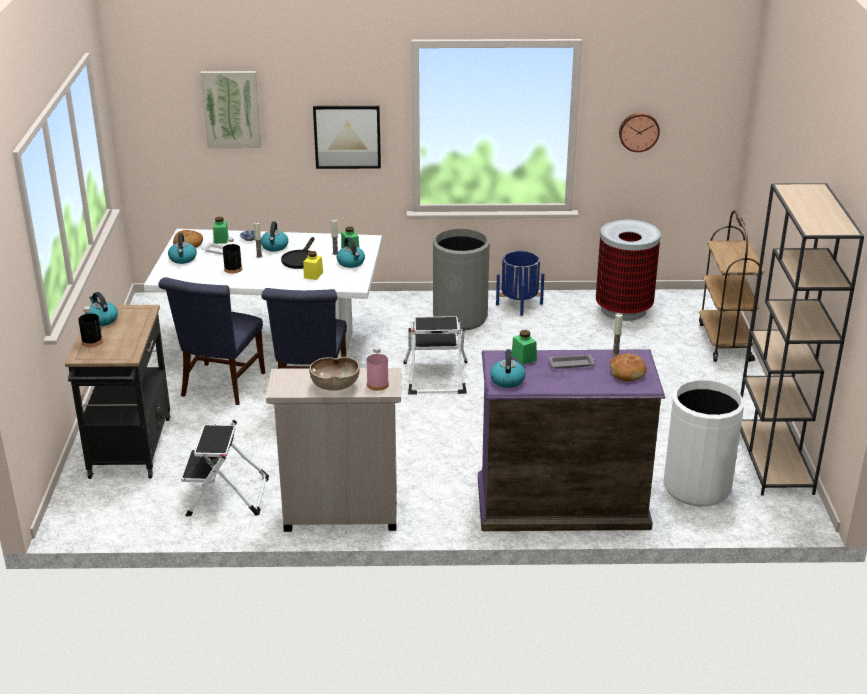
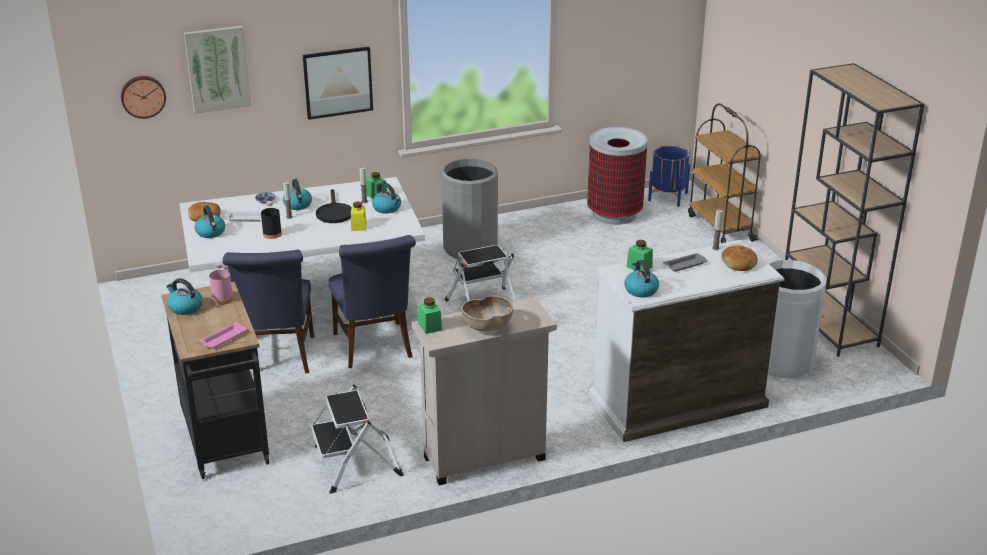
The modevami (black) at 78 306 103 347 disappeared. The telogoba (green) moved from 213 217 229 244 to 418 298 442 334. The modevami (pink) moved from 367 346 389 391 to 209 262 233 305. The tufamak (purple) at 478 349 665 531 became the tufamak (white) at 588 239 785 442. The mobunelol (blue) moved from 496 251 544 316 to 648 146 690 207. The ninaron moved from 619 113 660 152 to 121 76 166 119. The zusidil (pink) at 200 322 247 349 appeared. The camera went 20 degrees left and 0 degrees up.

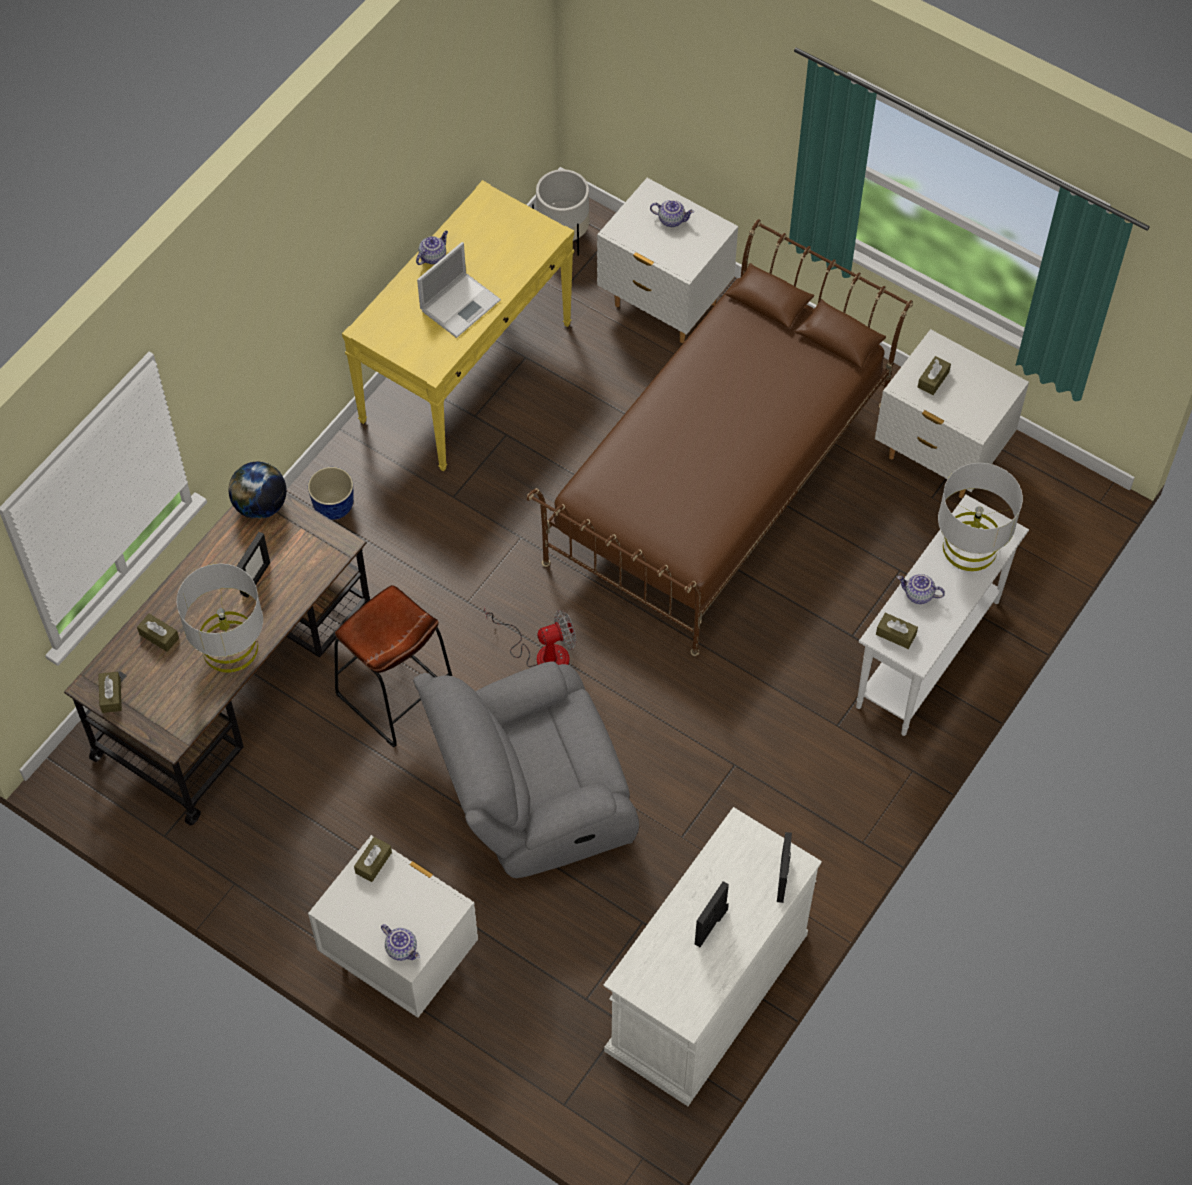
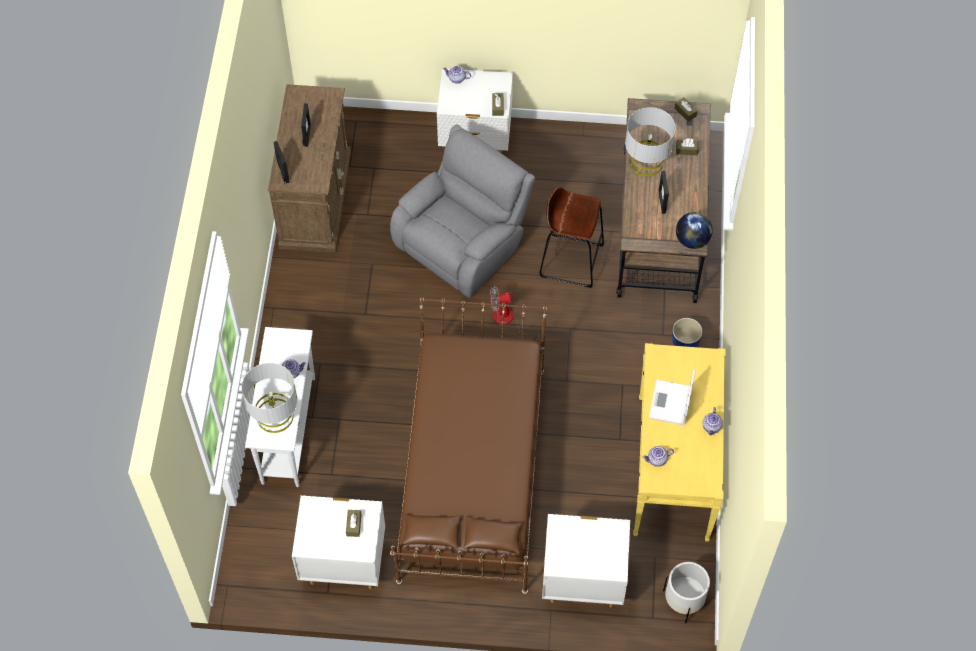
The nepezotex at 484 607 576 667 turned 45 degrees clockwise. The tufamak (white) at 603 807 822 1106 became the tufamak (brown) at 268 84 351 253. The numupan moved from 650 200 694 227 to 642 446 674 467. The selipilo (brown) at 876 613 918 649 disappeared. The camera went 150 degrees right and 0 degrees up.

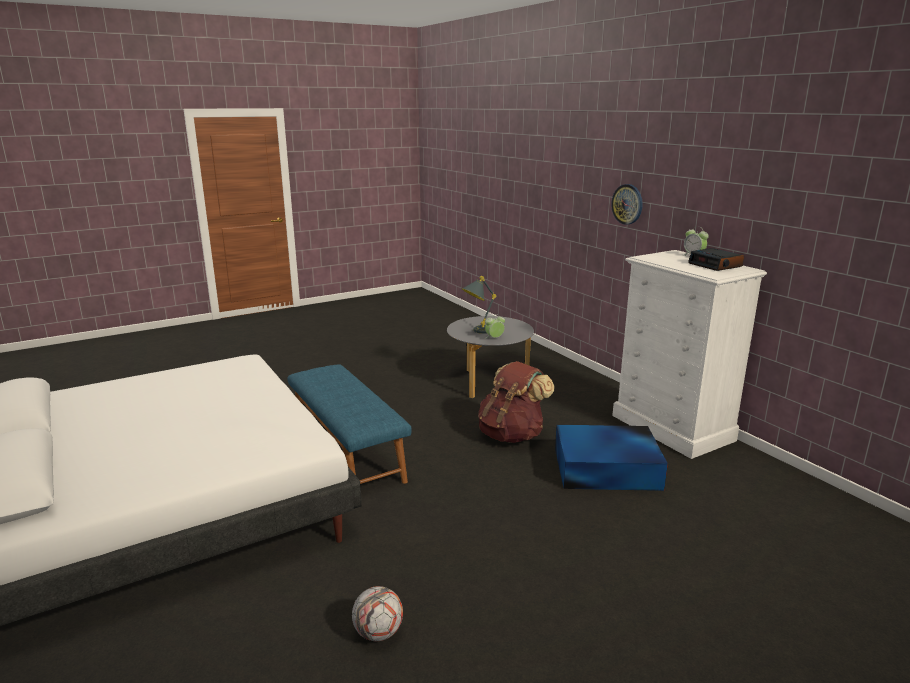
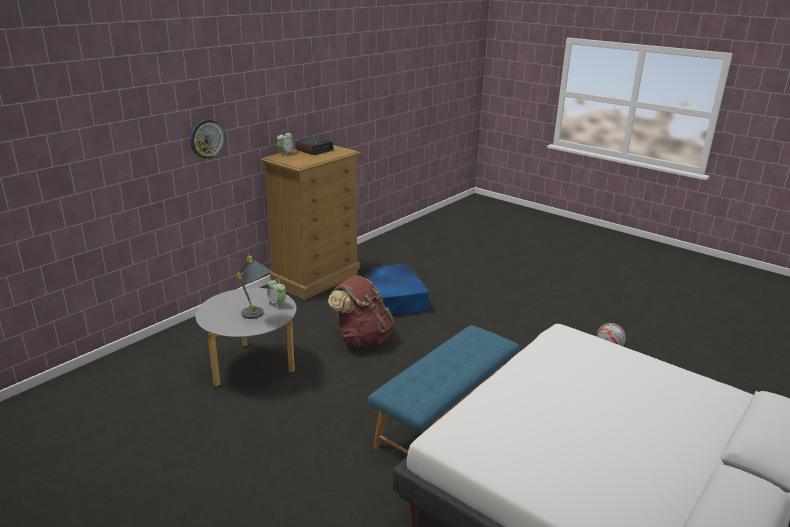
The tufamak (white) at 612 250 767 459 became the tufamak (brown) at 261 145 361 300. The camera went 110 degrees left and 5 degrees up.

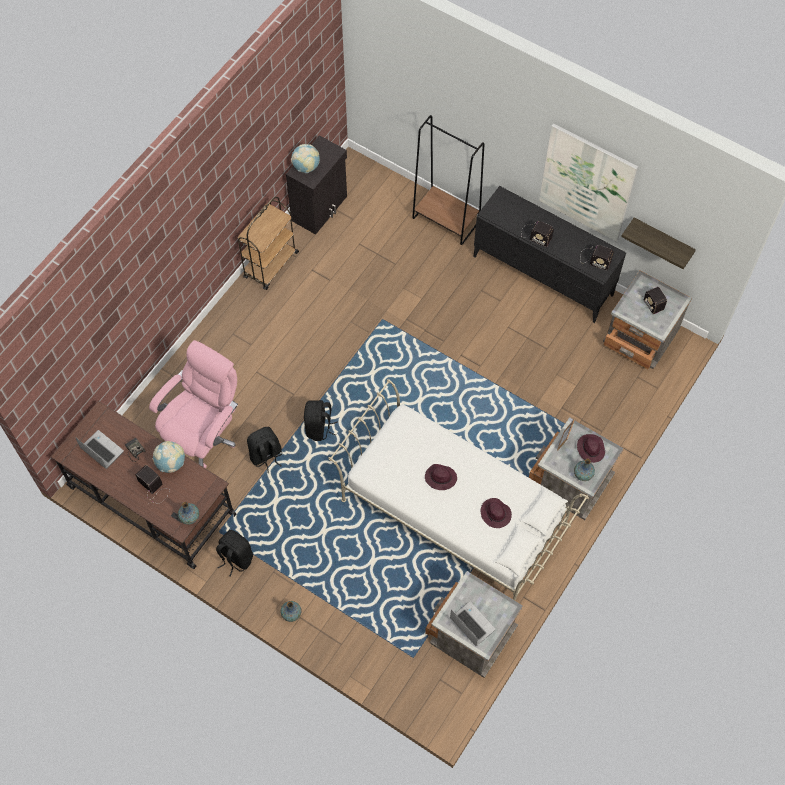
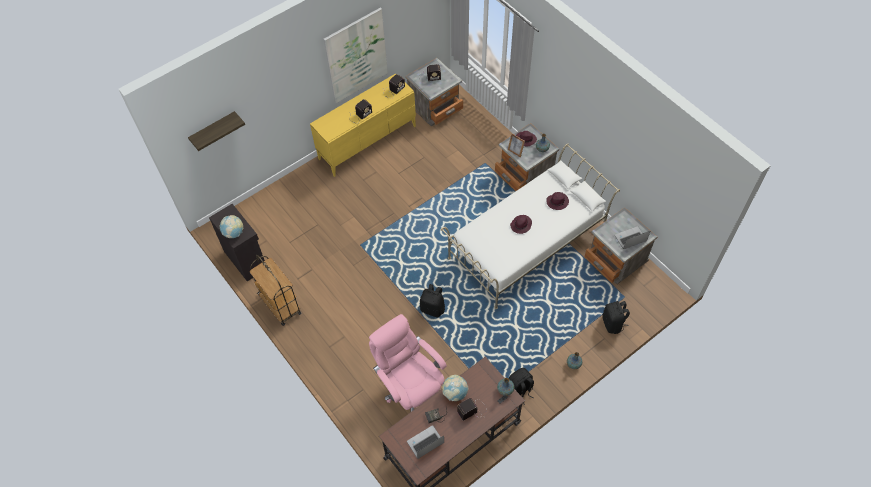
The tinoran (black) moved from 247 427 282 473 to 602 301 630 334. The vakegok at 412 115 484 245 disappeared. The tufamak (black) at 474 186 626 323 became the tufamak (yellow) at 310 73 416 177. The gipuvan moved from 621 218 696 269 to 188 111 245 151. The camera went 70 degrees left and 5 degrees down.

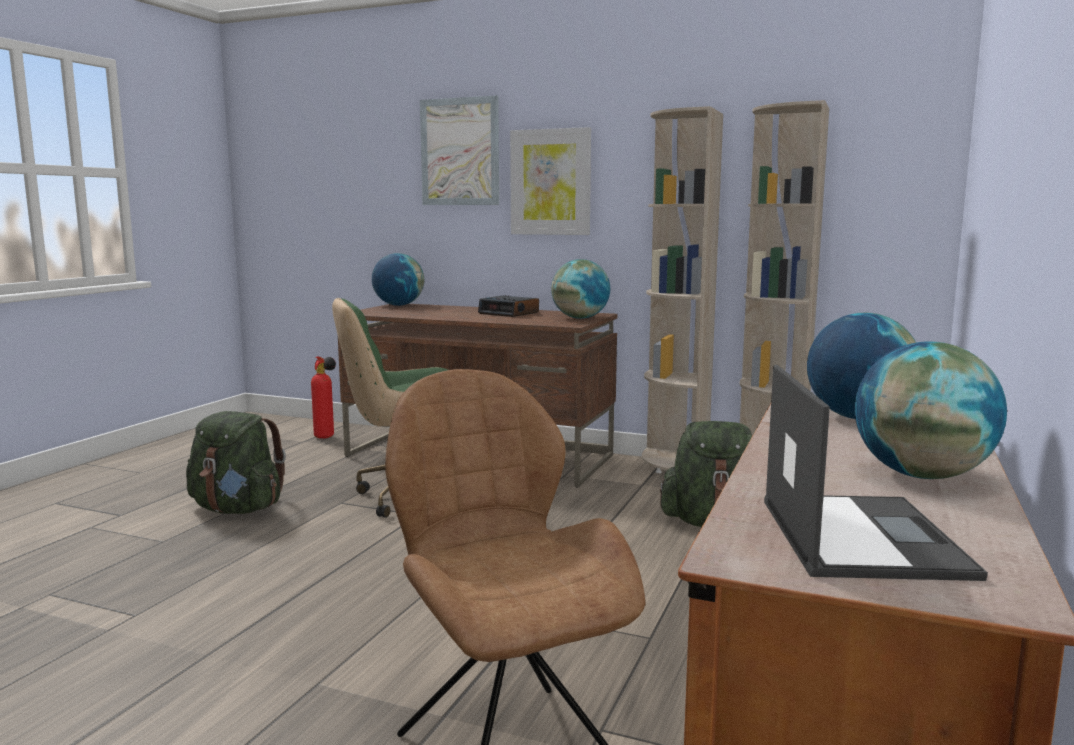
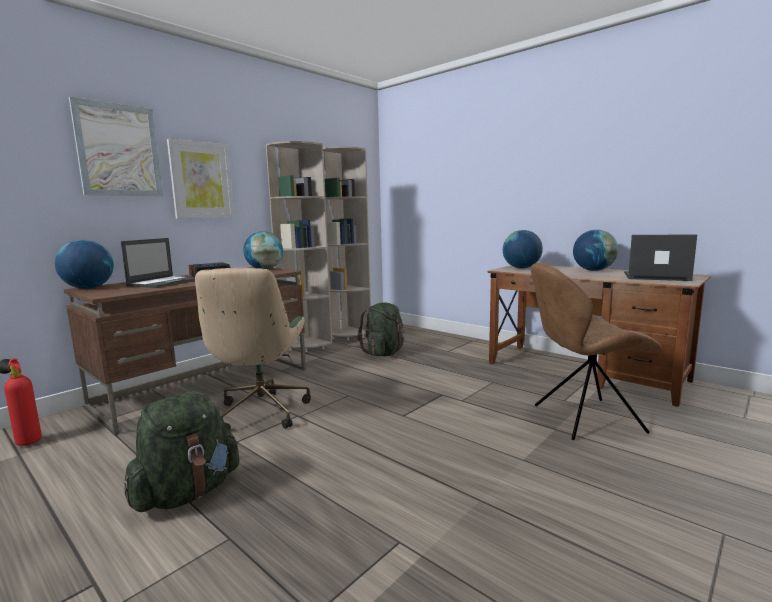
The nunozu at 121 238 195 288 appeared. The camera went 70 degrees left and 0 degrees up.

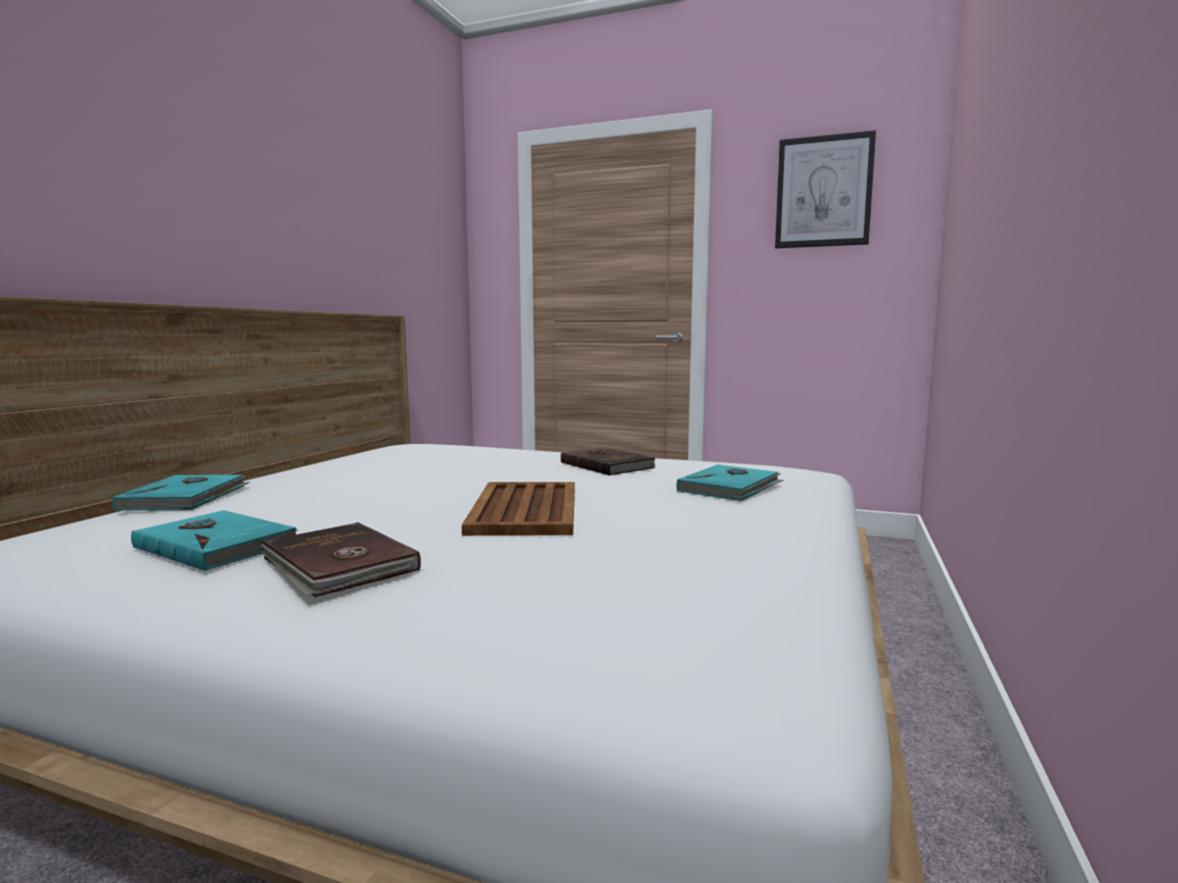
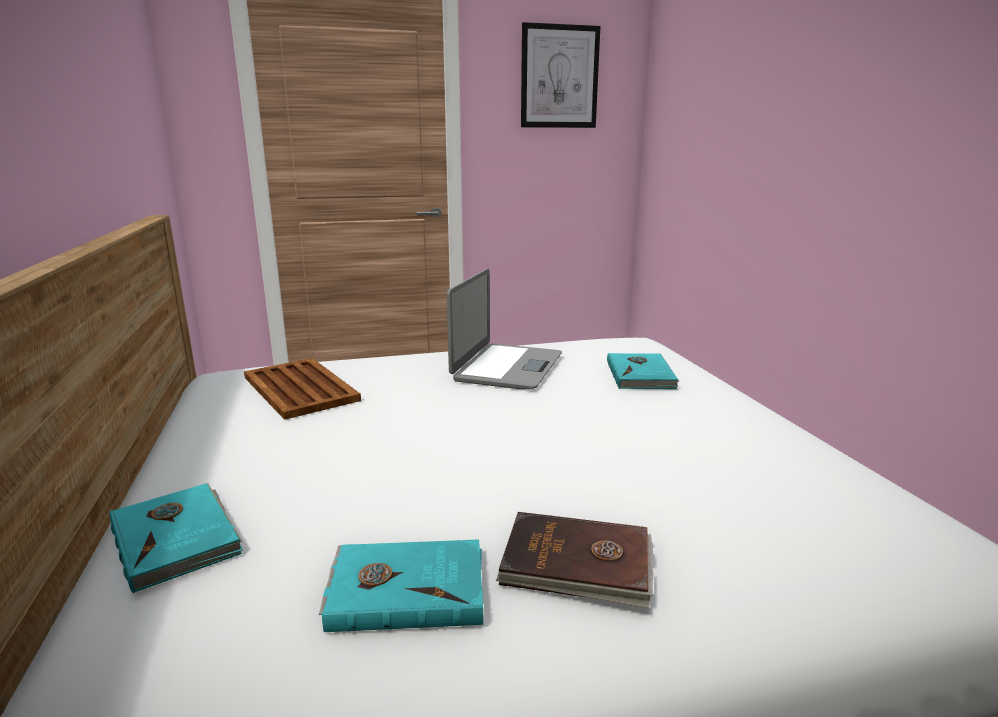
The zusidil (brown) moved from 462 482 575 536 to 244 358 361 420. The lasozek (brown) at 561 447 656 476 was replaced by the nunozu at 447 269 562 389. The camera went 35 degrees left and 10 degrees up.

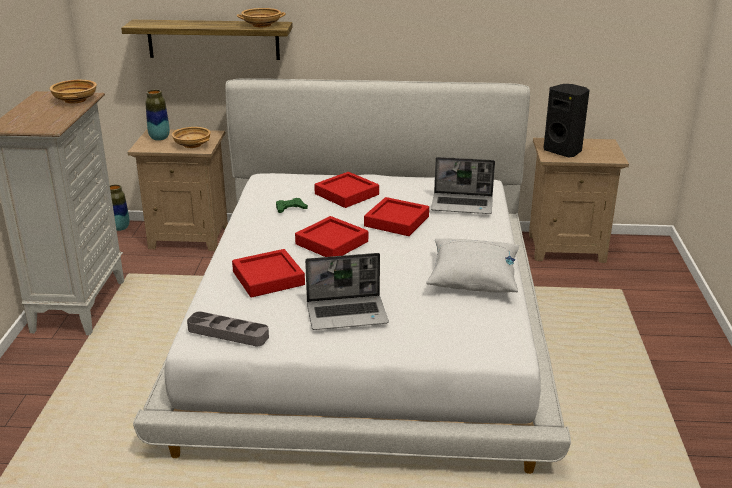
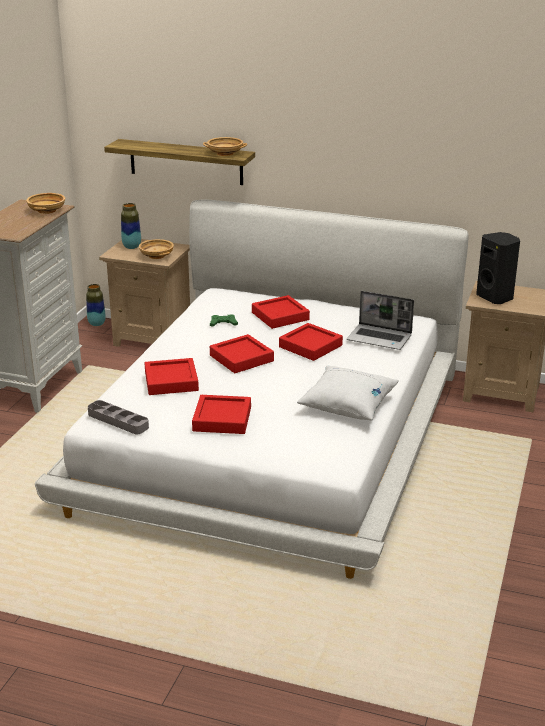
The nunozu at 305 253 389 330 was replaced by the zusidil (red) at 192 395 251 434. The camera went 15 degrees right and 0 degrees up.

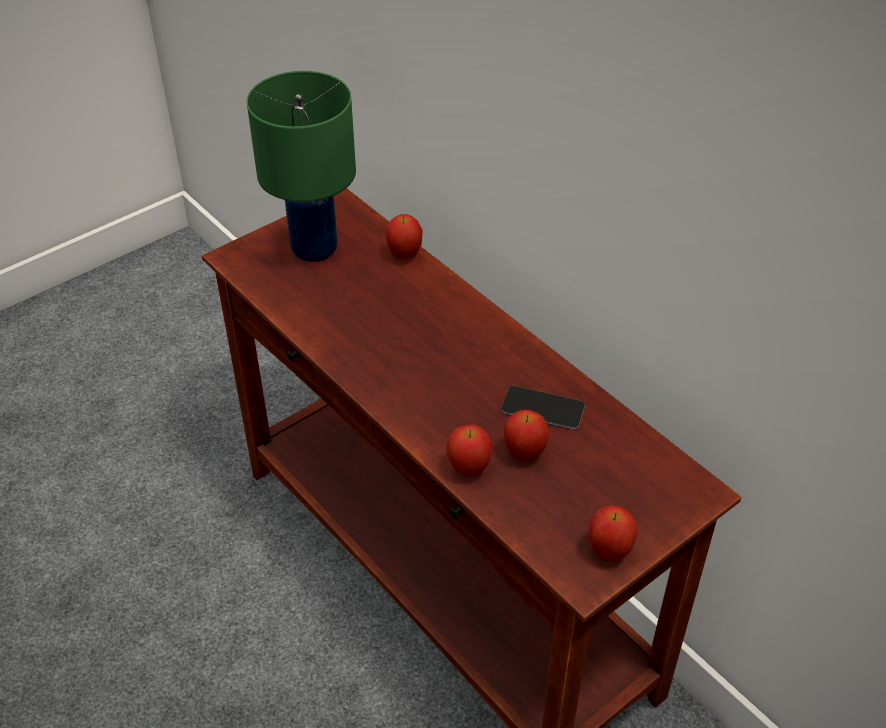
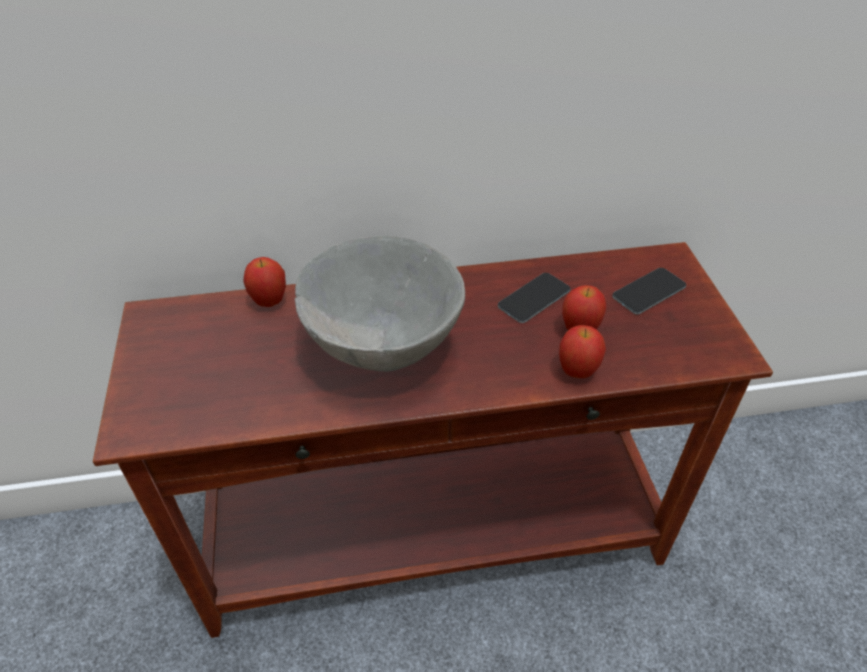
The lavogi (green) at 247 71 356 262 disappeared. The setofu at 588 506 638 562 disappeared. The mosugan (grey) at 295 236 465 372 appeared. The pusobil at 612 268 686 314 appeared. The camera went 60 degrees left and 0 degrees up.

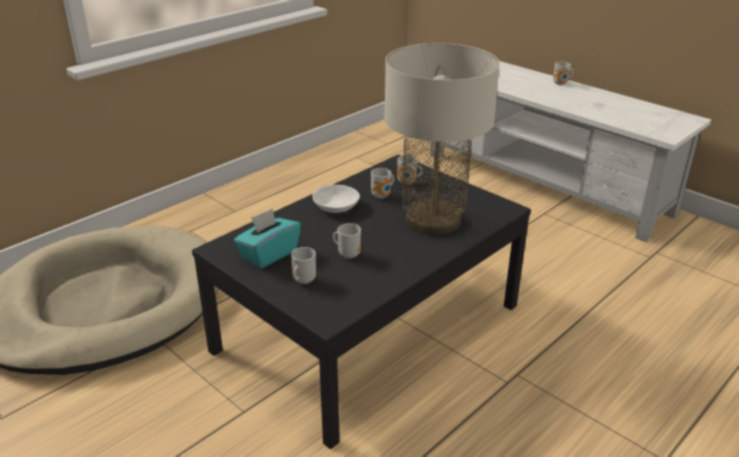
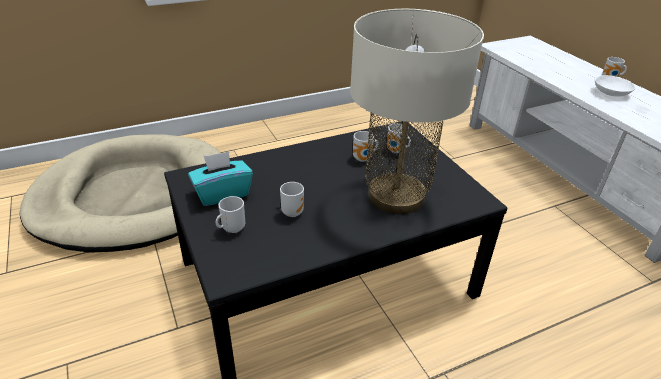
The mosugan (white) moved from 312 185 360 213 to 595 75 636 97. The camera went 20 degrees right and 5 degrees up.

